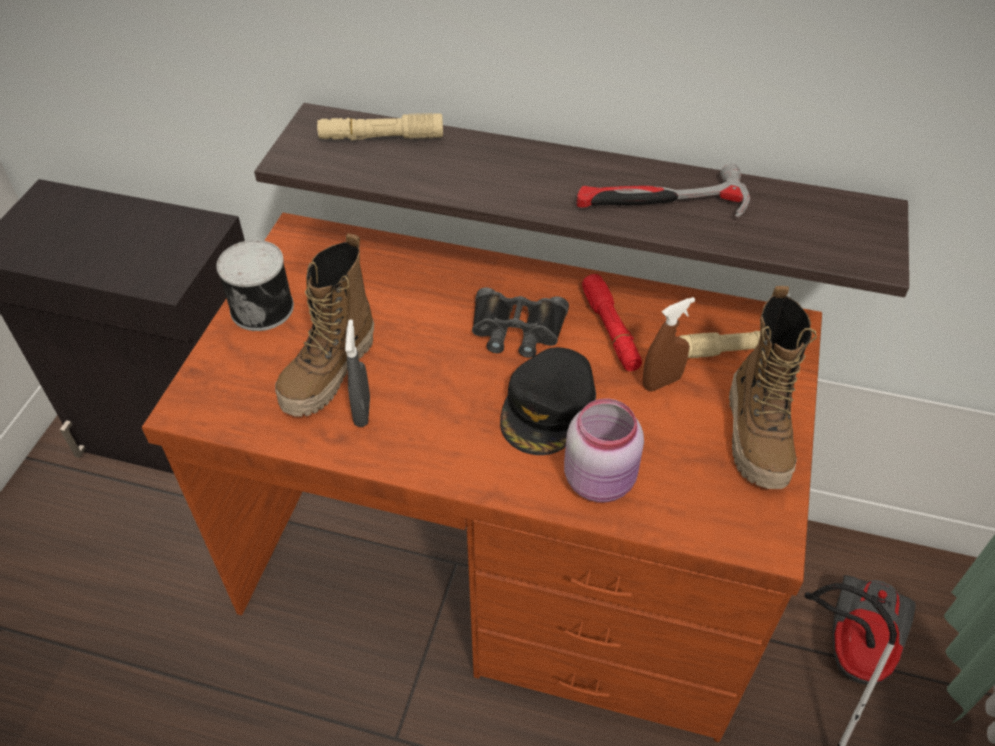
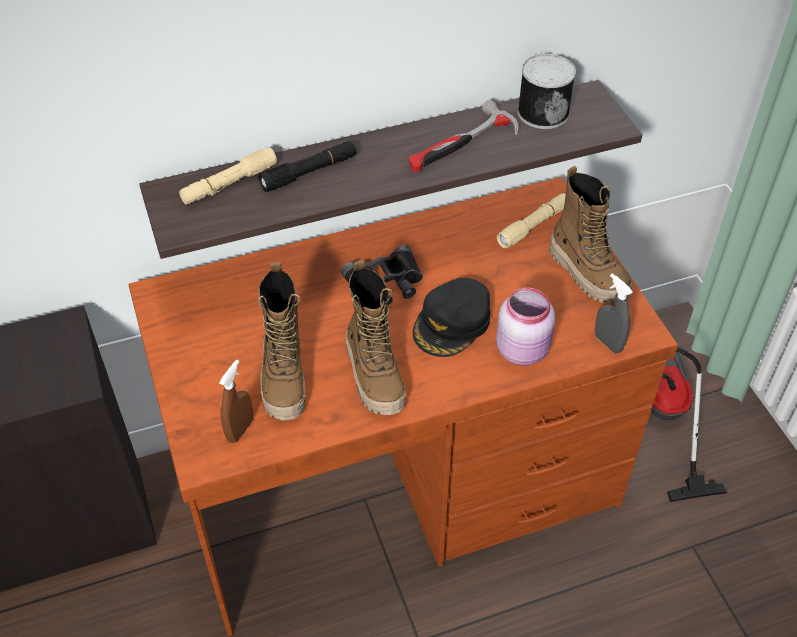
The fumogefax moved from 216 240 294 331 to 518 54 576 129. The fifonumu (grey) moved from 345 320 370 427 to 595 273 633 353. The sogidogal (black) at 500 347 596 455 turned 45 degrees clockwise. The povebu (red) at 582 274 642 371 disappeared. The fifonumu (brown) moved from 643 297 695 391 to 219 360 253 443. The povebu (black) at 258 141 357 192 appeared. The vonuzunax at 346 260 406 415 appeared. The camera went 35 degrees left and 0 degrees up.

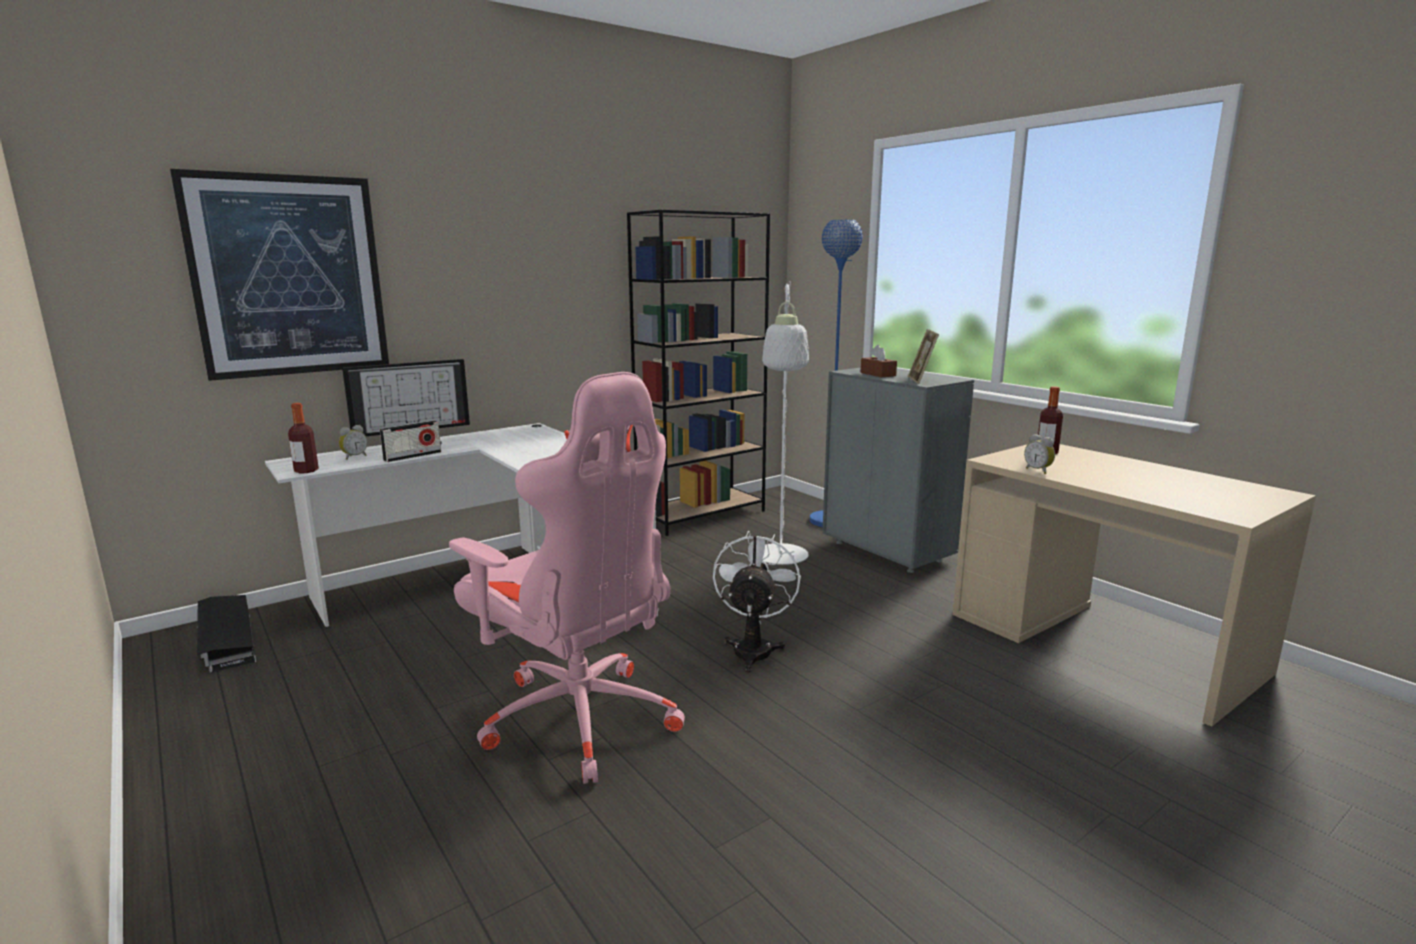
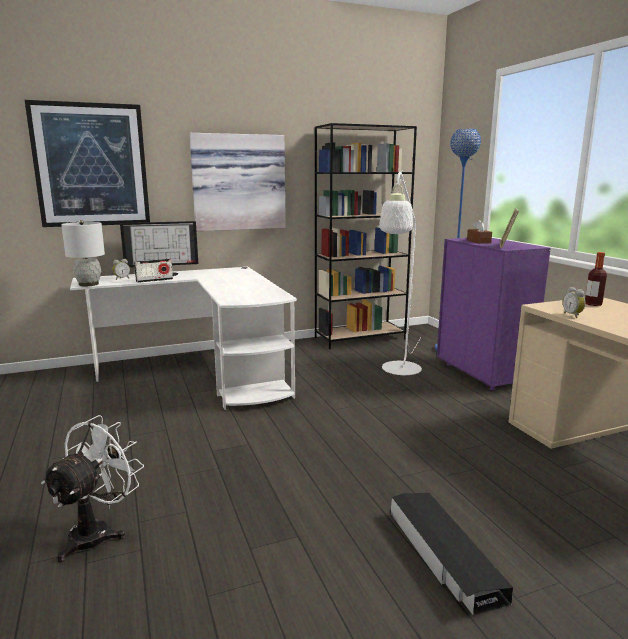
The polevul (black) moved from 197 595 256 673 to 391 493 513 615. The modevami at 288 403 319 473 was replaced by the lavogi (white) at 61 220 105 287. The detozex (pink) at 449 372 685 784 disappeared. The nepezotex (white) moved from 713 531 801 672 to 41 415 144 562. The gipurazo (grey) at 822 368 974 573 became the gipurazo (purple) at 437 238 551 390. The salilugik at 189 133 286 231 appeared. The camera went 15 degrees right and 0 degrees up.

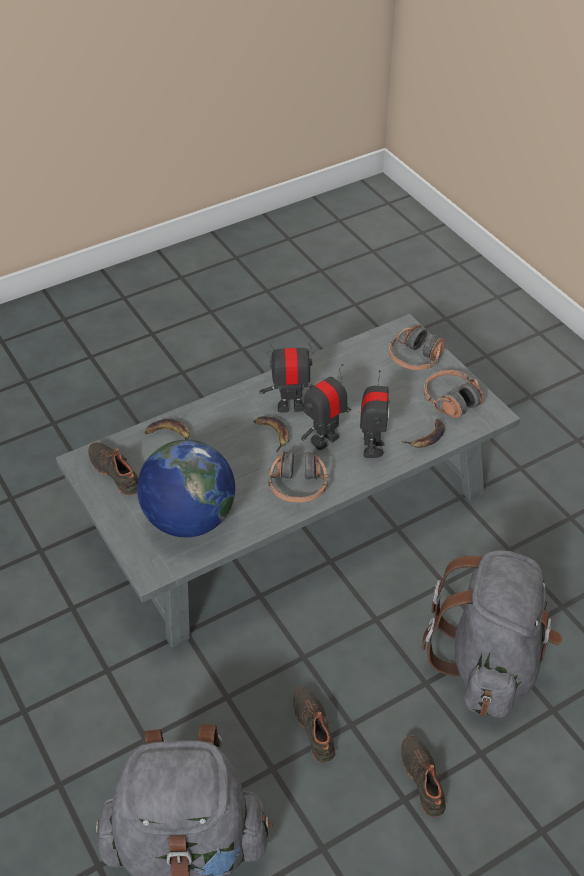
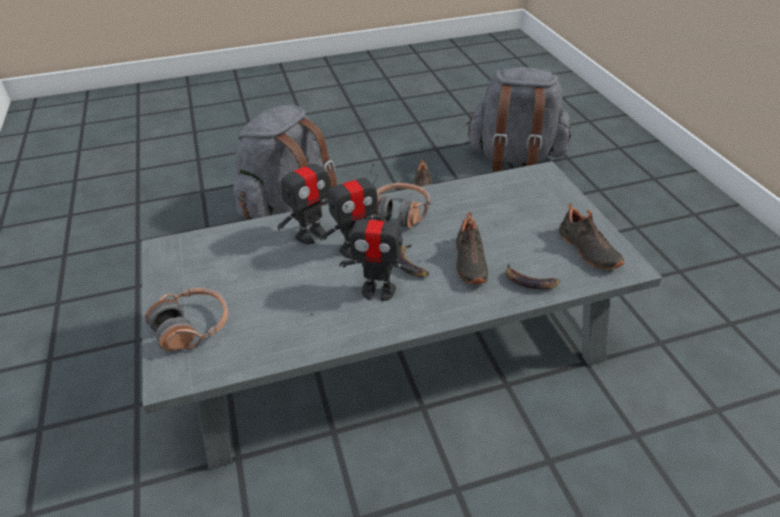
The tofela at 137 440 235 537 disappeared. The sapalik at 360 370 390 458 turned 150 degrees counterclockwise. The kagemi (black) moved from 401 736 446 817 to 456 212 488 284. The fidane at 402 419 445 448 disappeared. The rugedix at 424 370 484 418 disappeared. The camera went 165 degrees left and 5 degrees down.

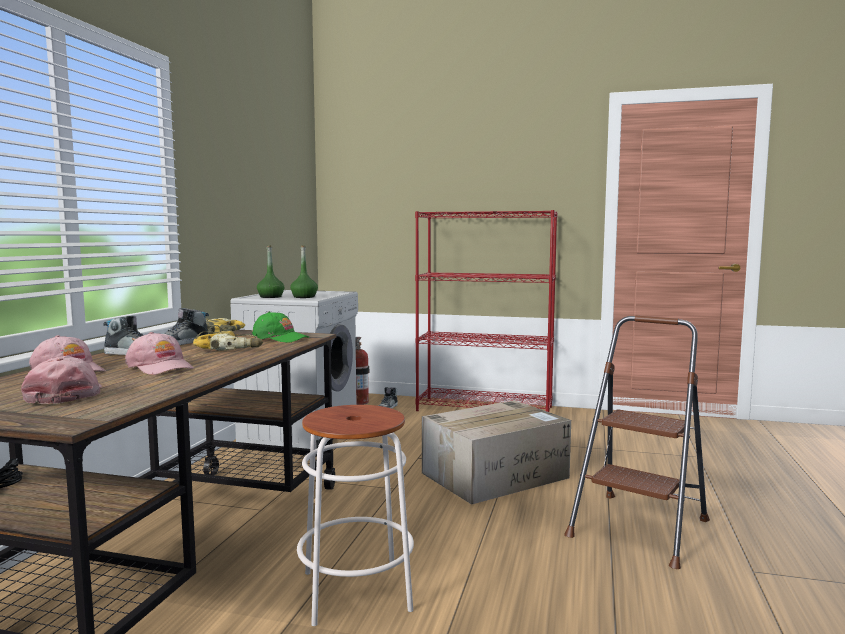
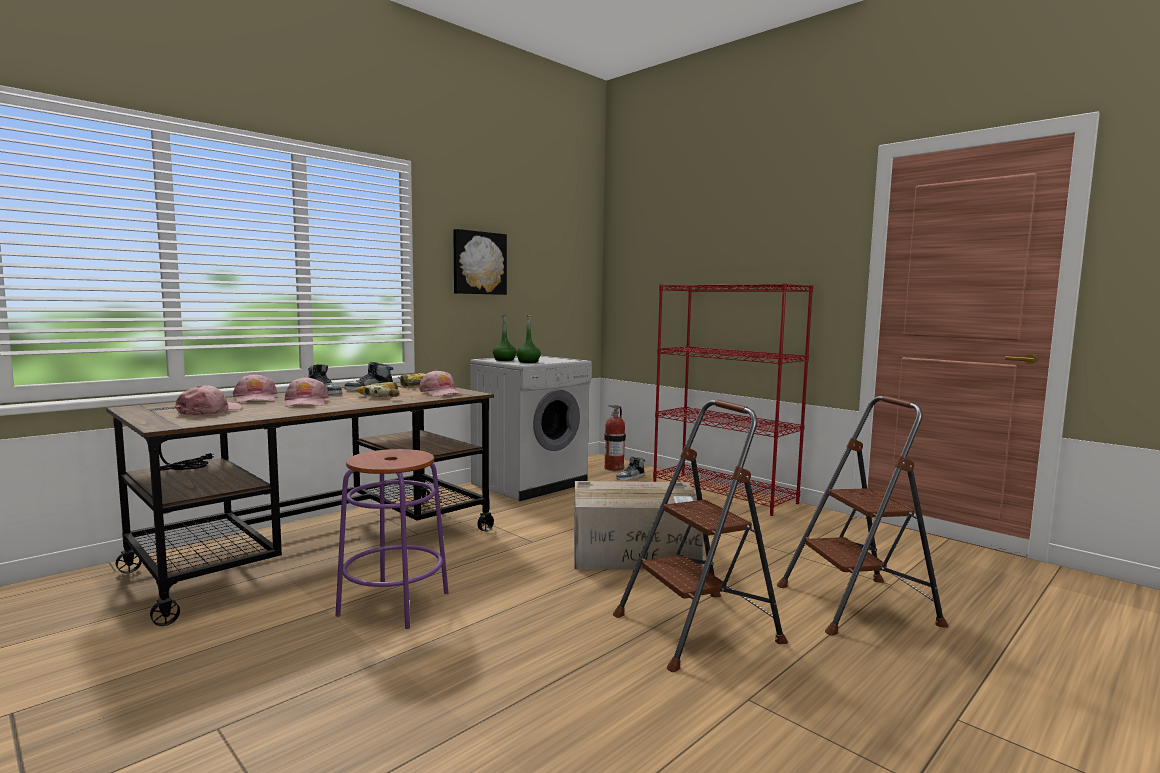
The sogidogal (green) at 252 311 309 343 became the sogidogal (pink) at 419 370 462 397. The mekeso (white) at 297 405 414 626 became the mekeso (purple) at 335 449 448 629. The salilugik at 453 229 507 295 appeared. The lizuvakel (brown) at 777 396 949 635 appeared. The camera went 30 degrees right and 0 degrees up.

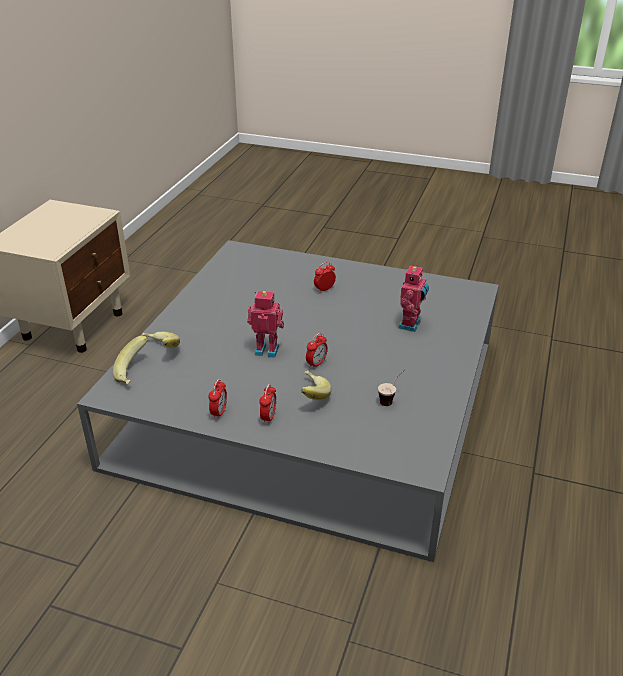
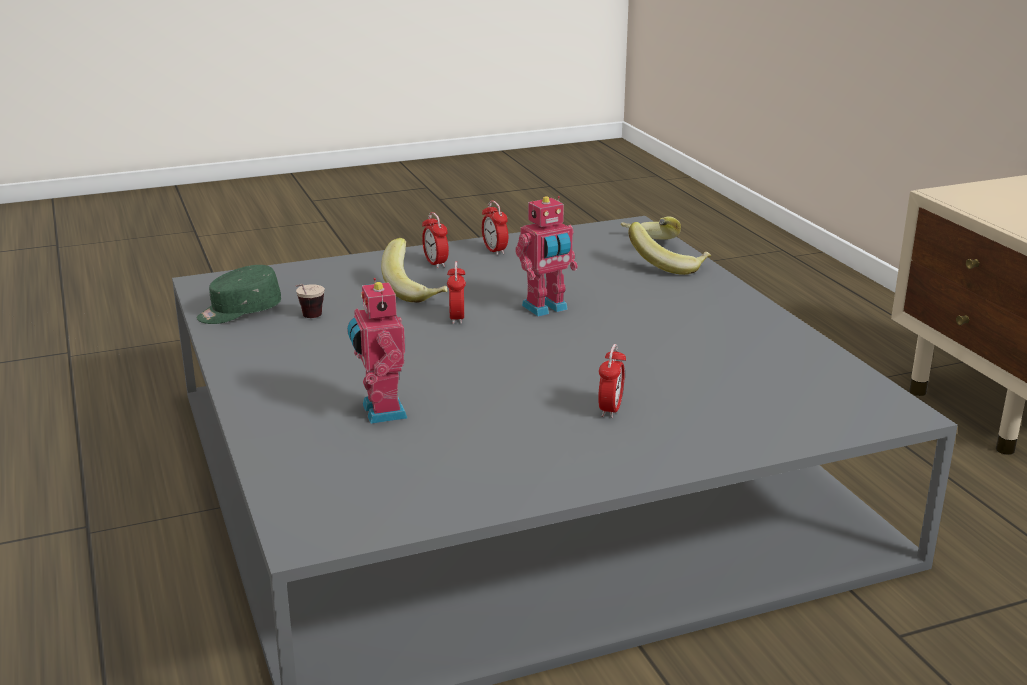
The sogidogal (green) at 197 265 281 324 appeared. The camera went 140 degrees right and 10 degrees down.

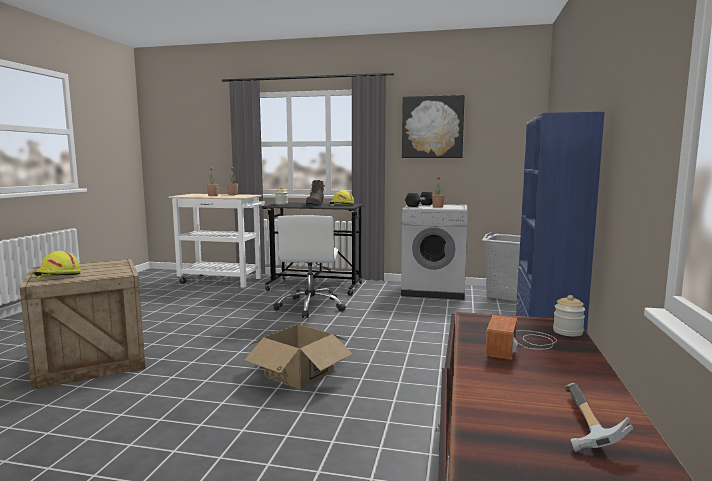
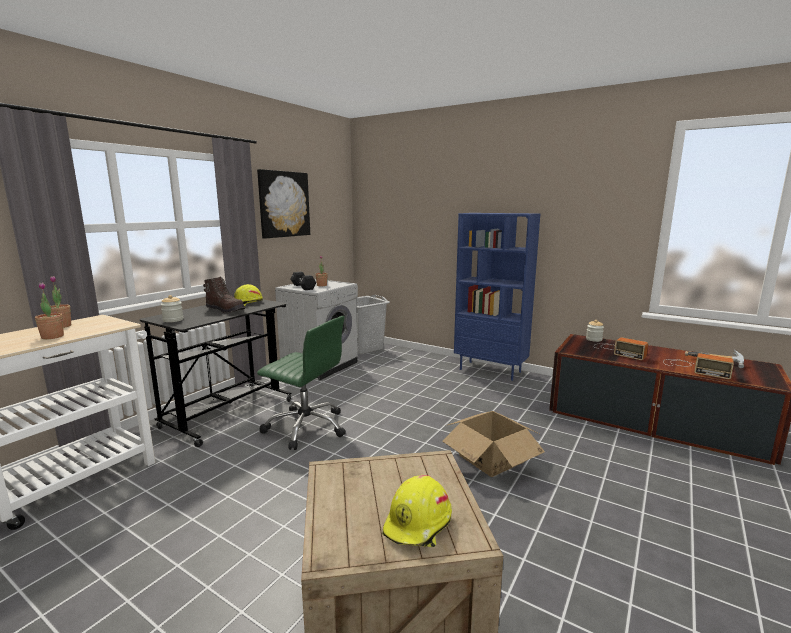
The detozex (white) at 273 215 346 318 became the detozex (green) at 257 316 346 450. The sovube at 663 353 734 379 appeared. The camera went 70 degrees left and 5 degrees up.

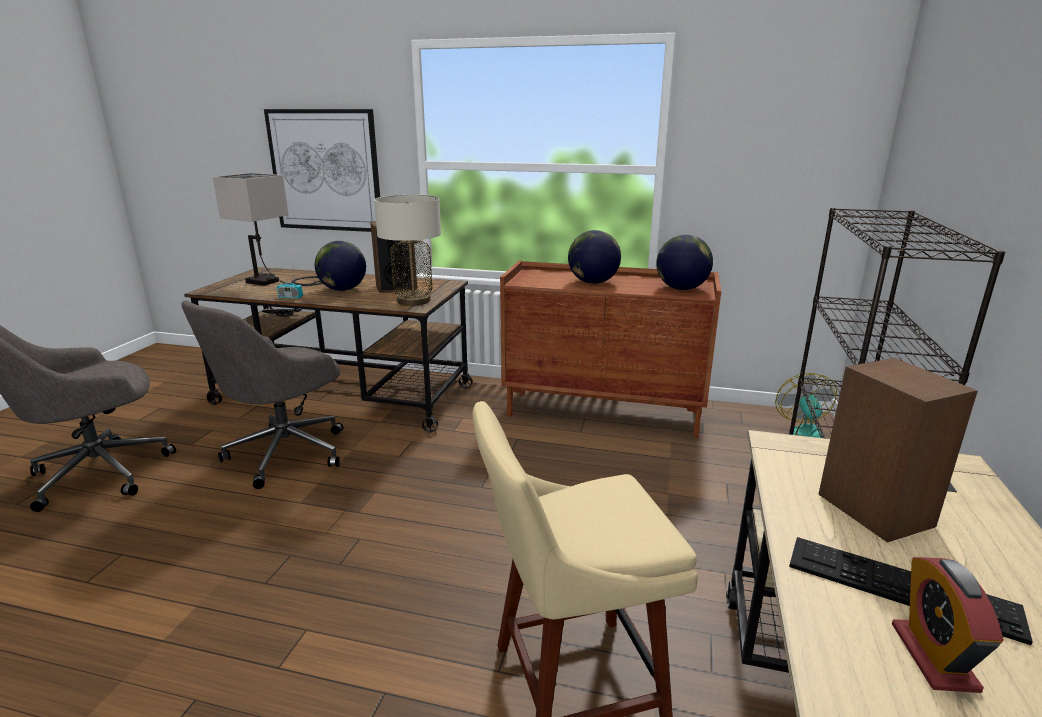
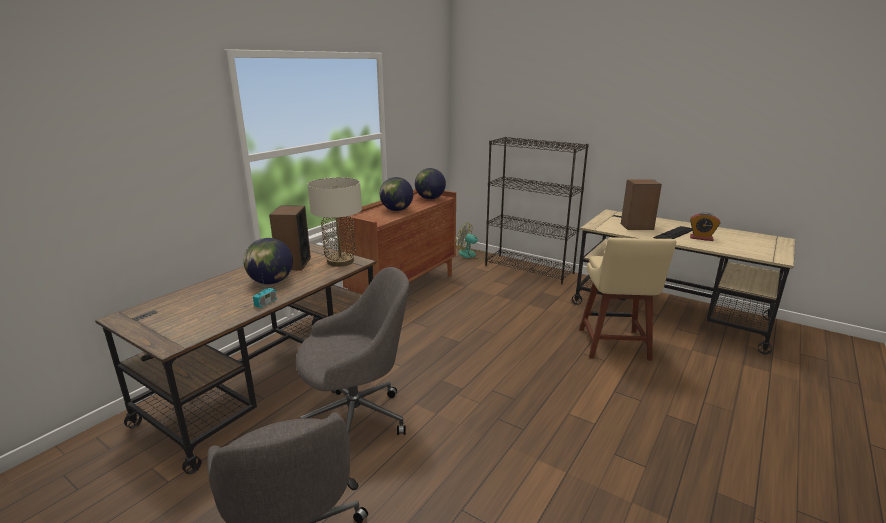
The detozex (grey) at 182 300 343 489 turned 75 degrees counterclockwise. The lavogi at 213 173 322 286 disappeared. The salilugik at 264 109 380 232 disappeared. The camera went 70 degrees left and 0 degrees up.

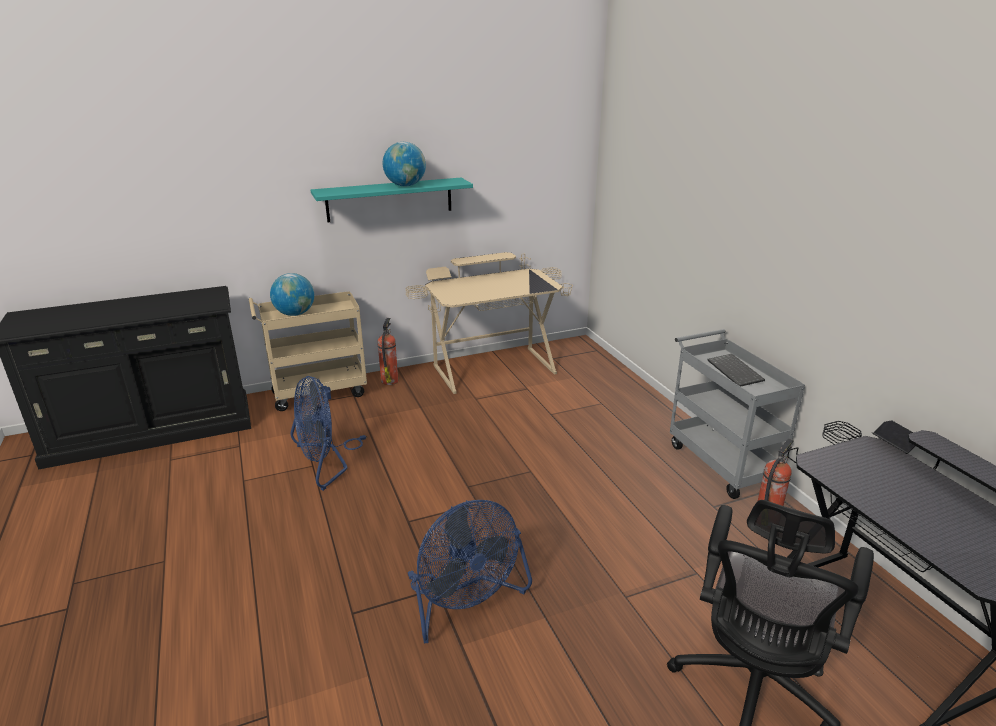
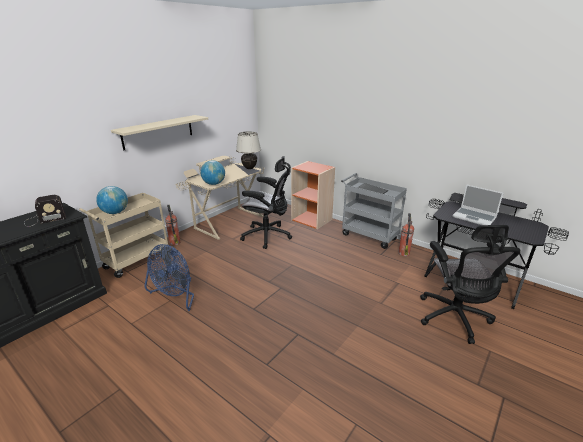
The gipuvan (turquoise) at 311 178 473 222 became the gipuvan (beige) at 111 115 208 150. The tofela moved from 383 142 426 186 to 200 160 225 185. The nepezotex (blue) at 408 500 532 643 disappeared. The sovube at 24 195 66 227 appeared. The lavogi (beige) at 236 131 261 169 appeared. The detozex at 240 156 292 249 appeared. The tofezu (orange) at 291 161 335 229 appeared. The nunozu at 452 184 503 225 appeared. The camera went 30 degrees left and 0 degrees up.

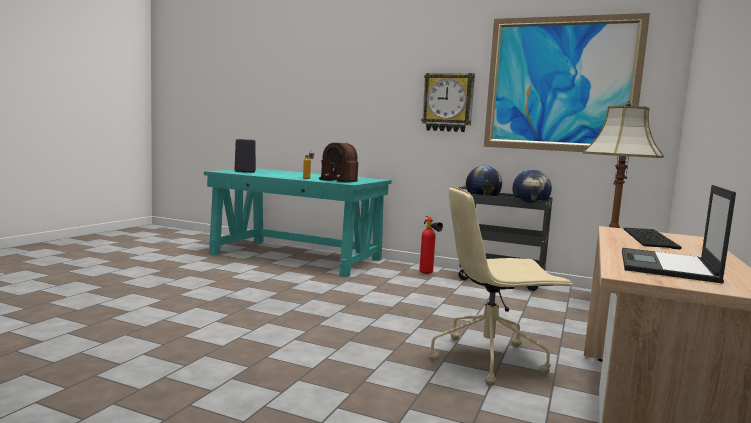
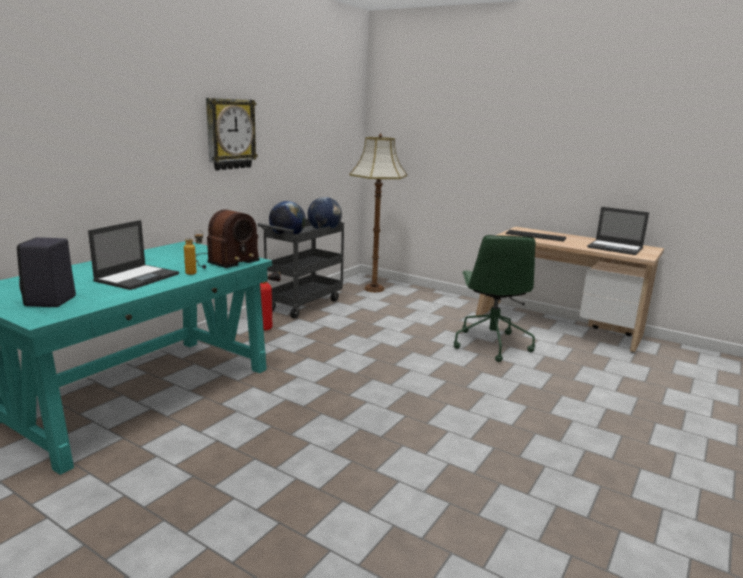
The detozex (beige) at 429 186 573 386 became the detozex (green) at 454 235 536 362. The salilugik at 484 13 650 152 disappeared. The nunozu at 88 220 179 290 appeared. The camera went 80 degrees left and 10 degrees up.

